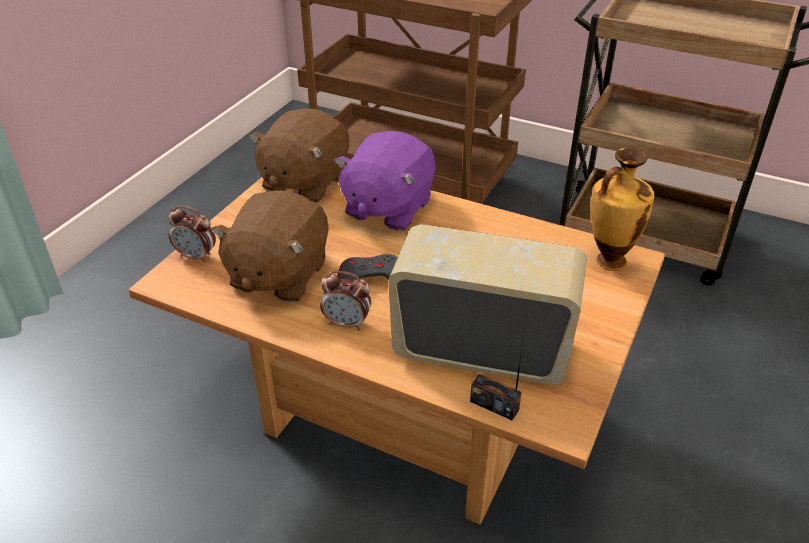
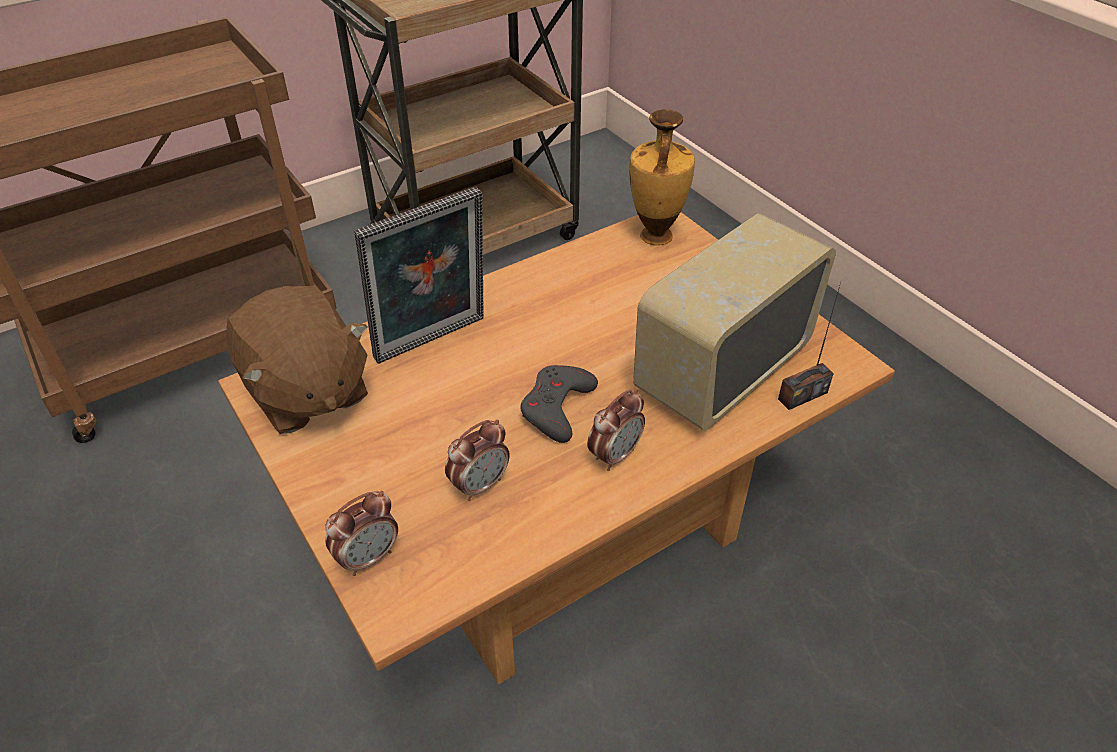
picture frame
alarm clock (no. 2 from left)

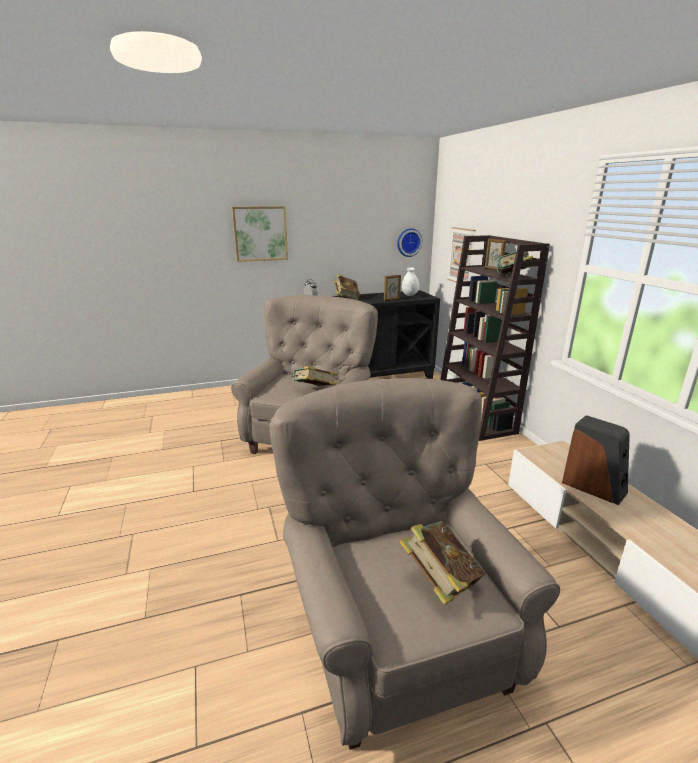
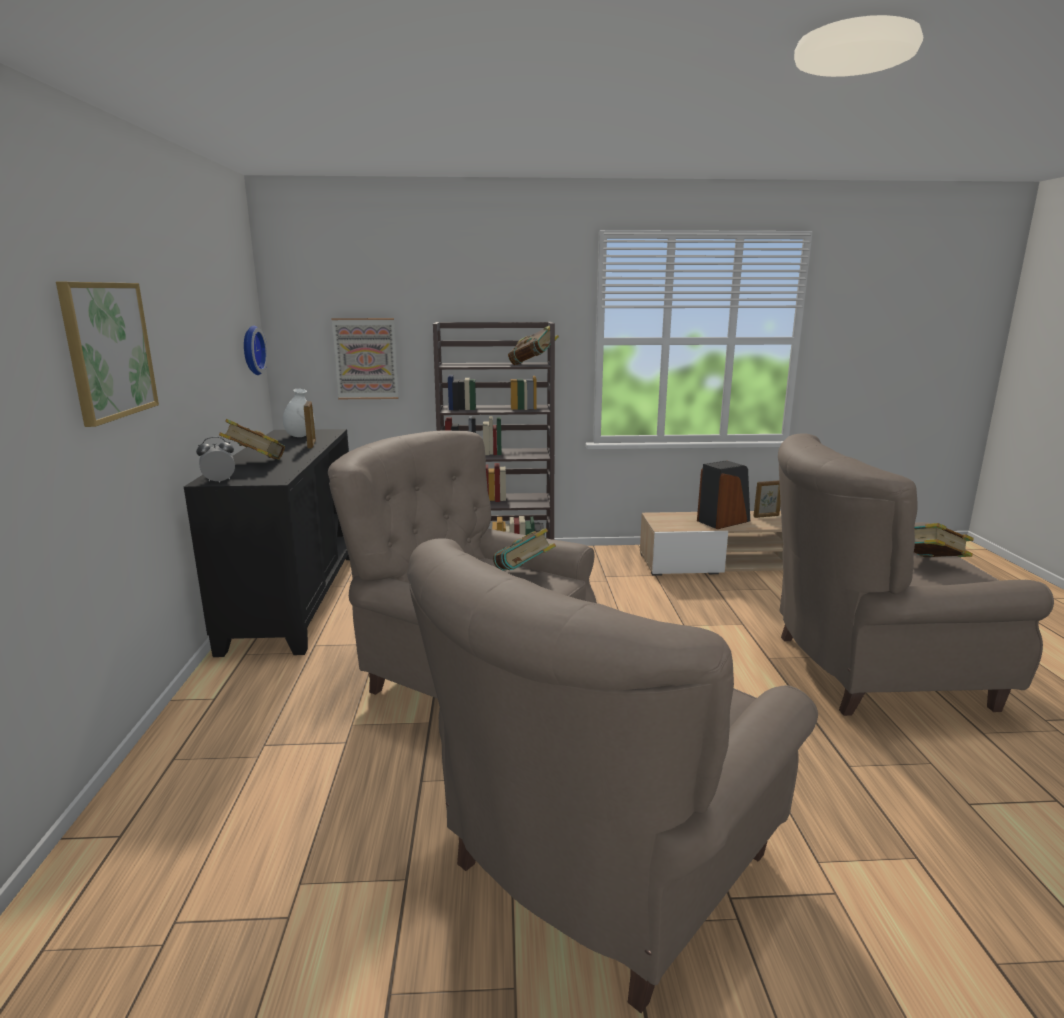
sand-coloured easy chair (no. 2 from left)
picture frame (no. 2 from left)

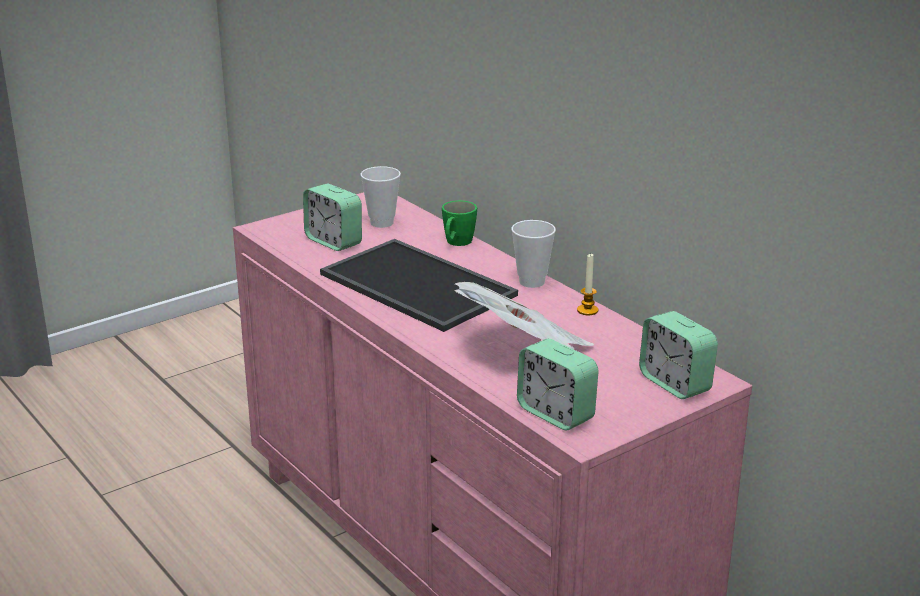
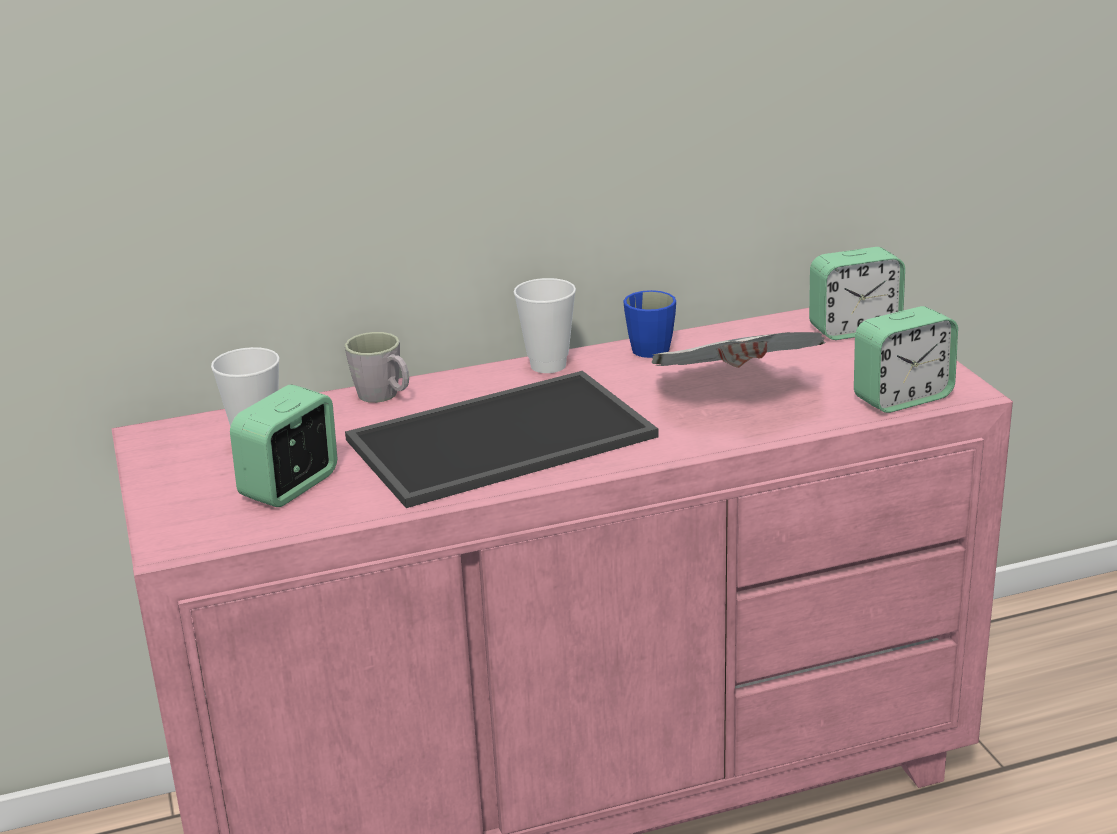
alarm clock (no. 1 from left)
gray coffee mug
blue-coloured coffee mug

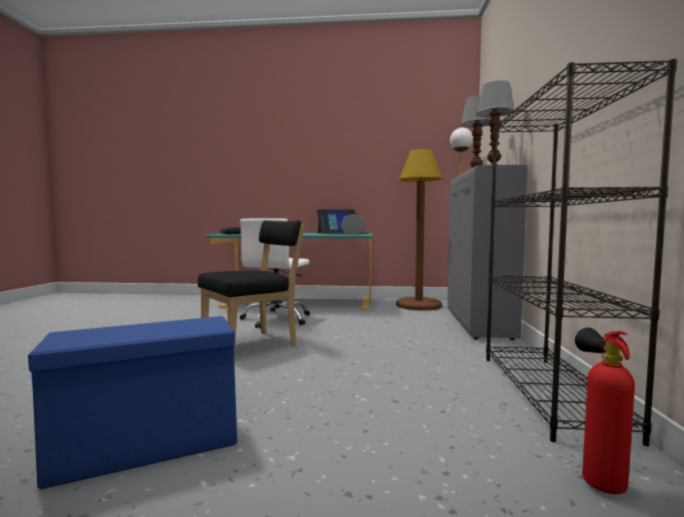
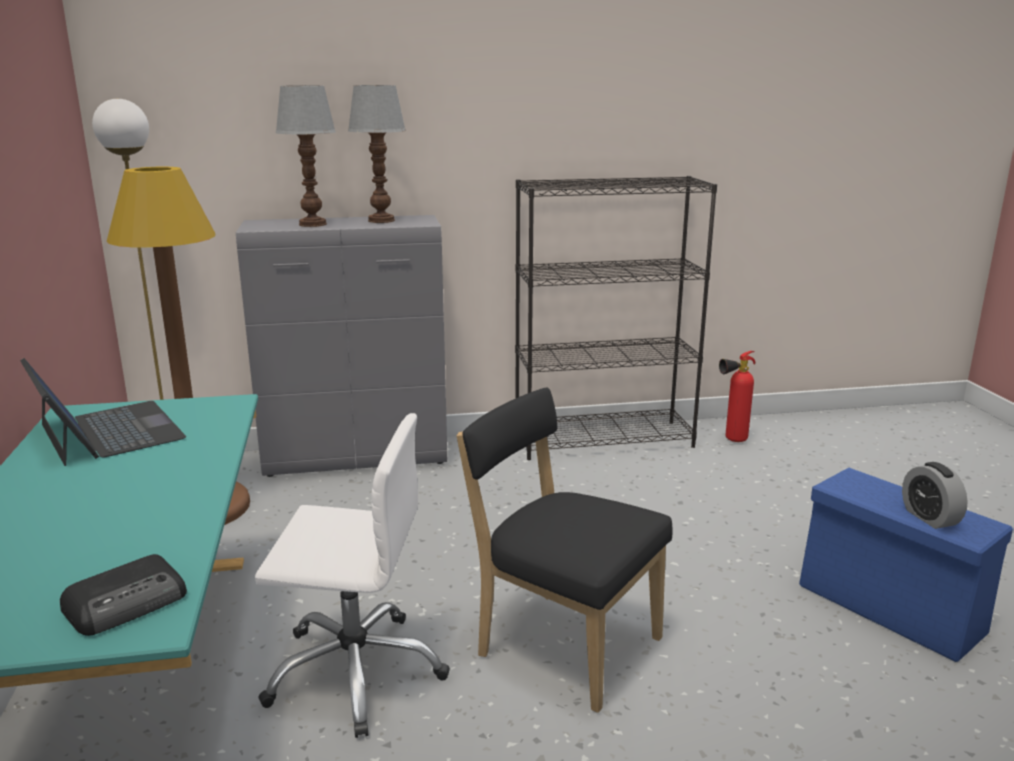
alarm clock

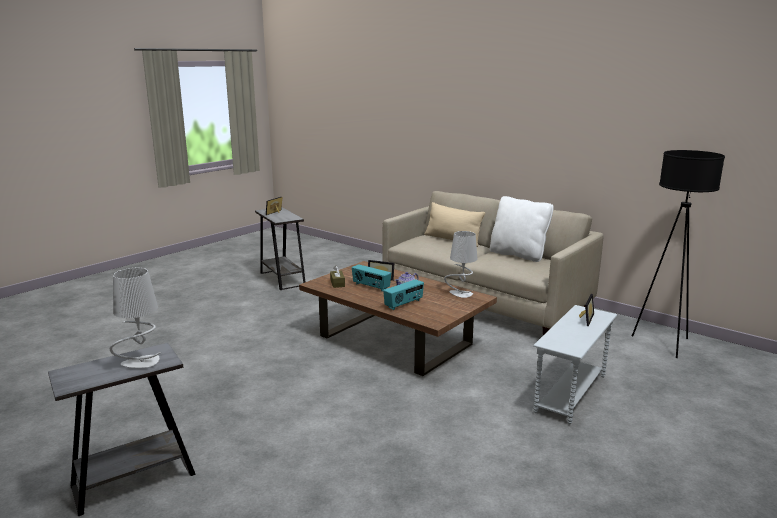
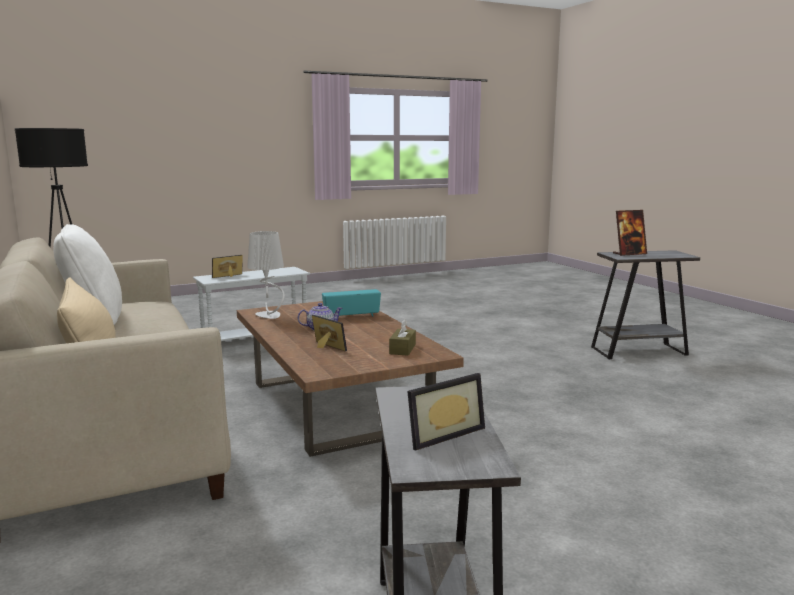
picture frame (no. 4 from left)
radio (no. 1 from left in the first image)

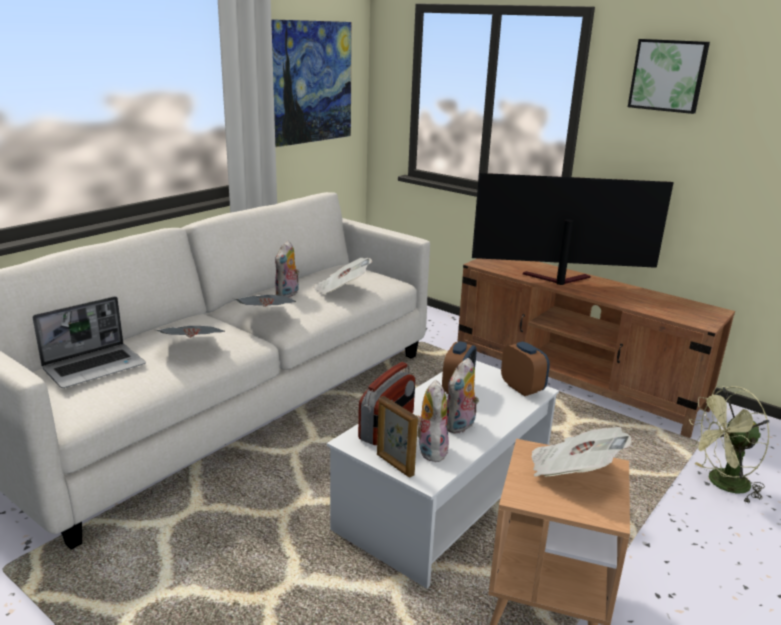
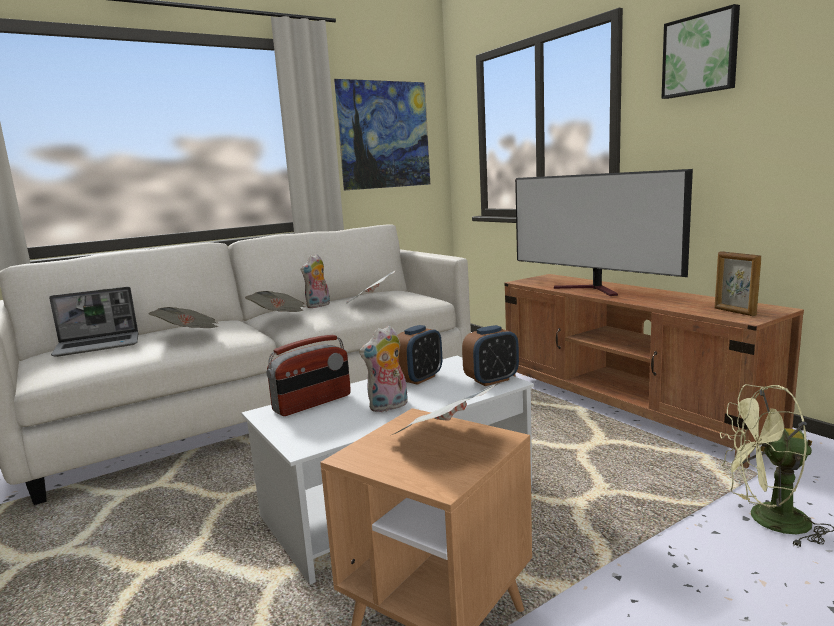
alarm clock (no. 2 from left)
television
picture frame
plush toy (no. 2 from left in the first image)

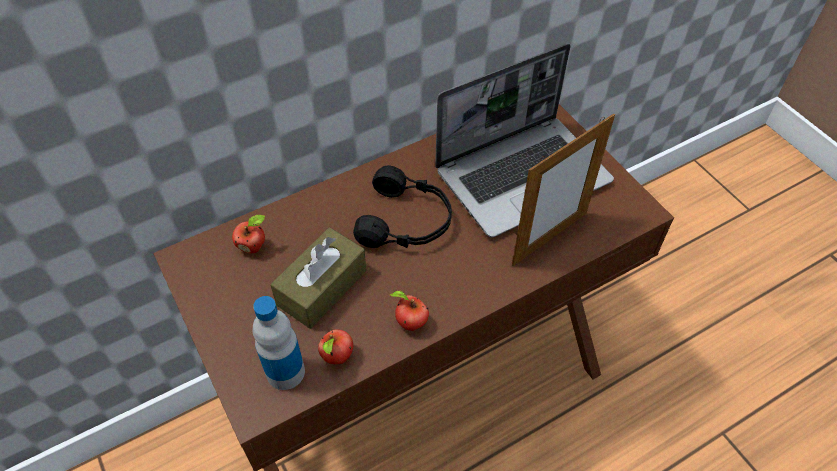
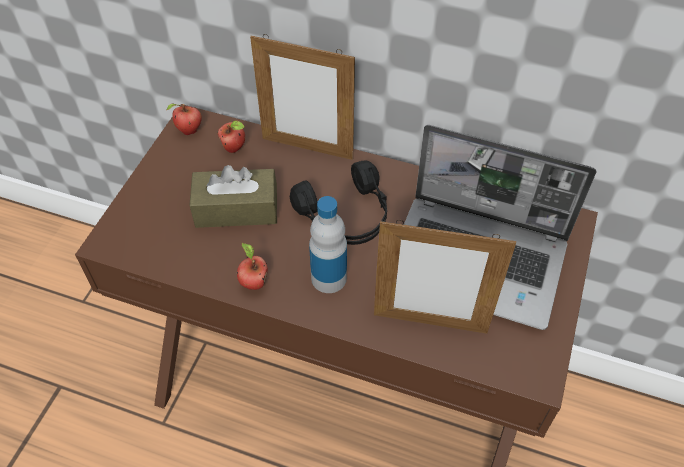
whole apple (no. 1 from left)
picture frame (no. 1 from left)
bottle

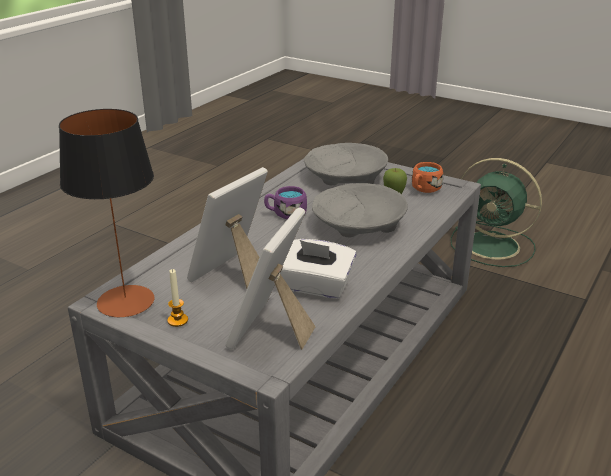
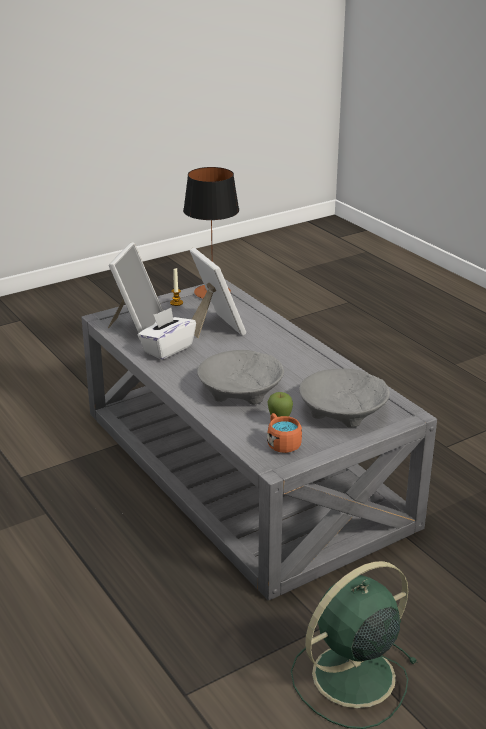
picture frame (no. 1 from left)
purple coffee mug

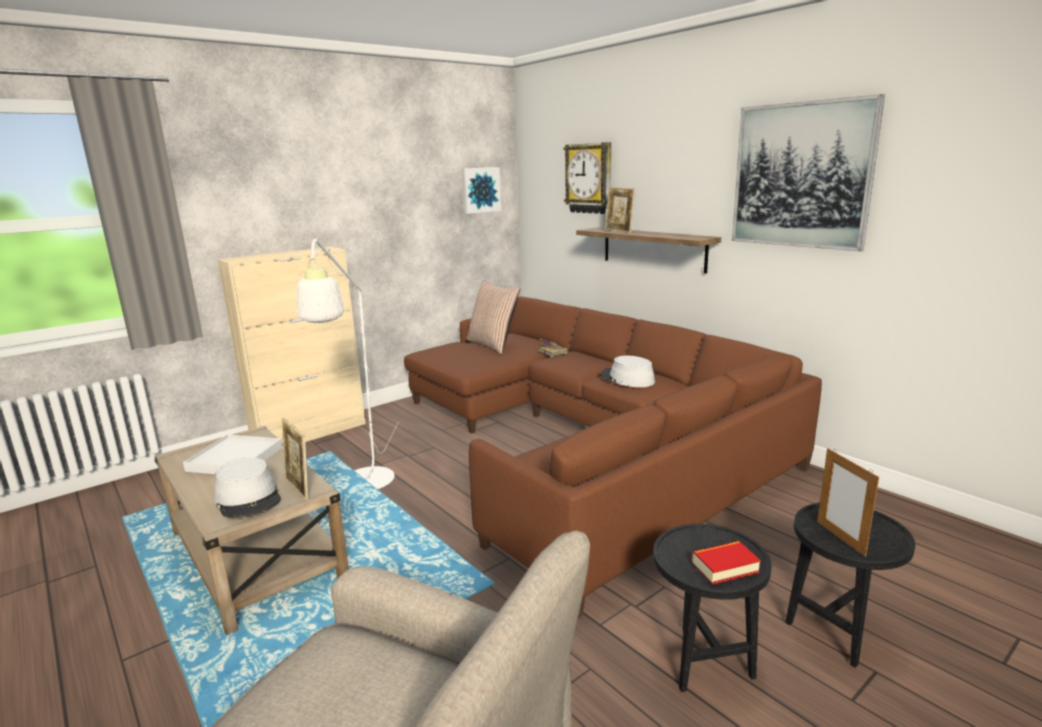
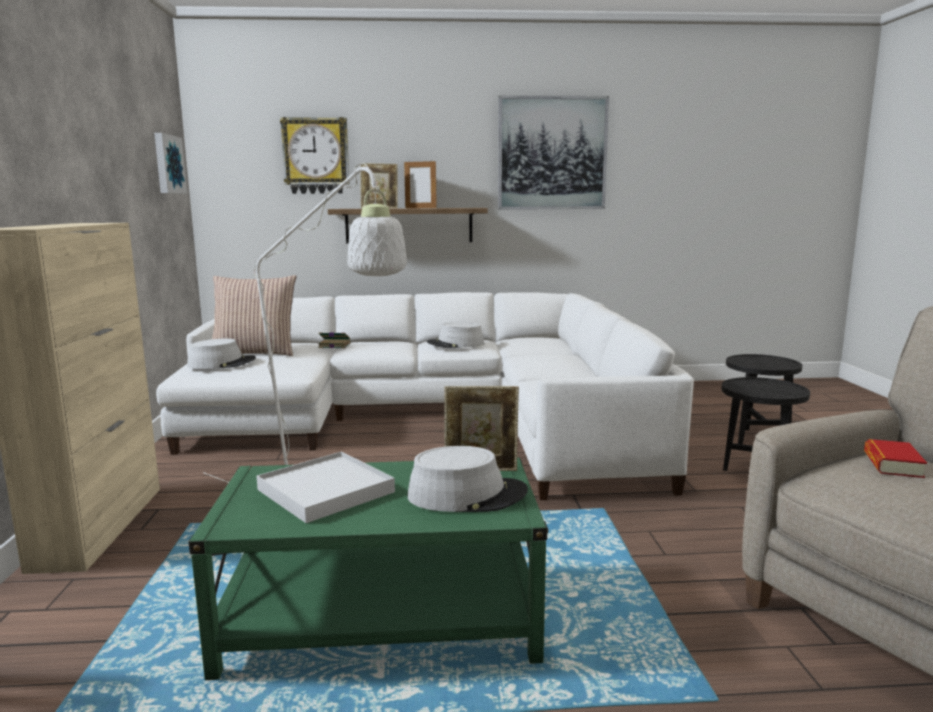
whitish settee
gray wearable hat (no. 1 from left)
greenish coffee table
picture frame (no. 2 from left)
volume (no. 2 from left)

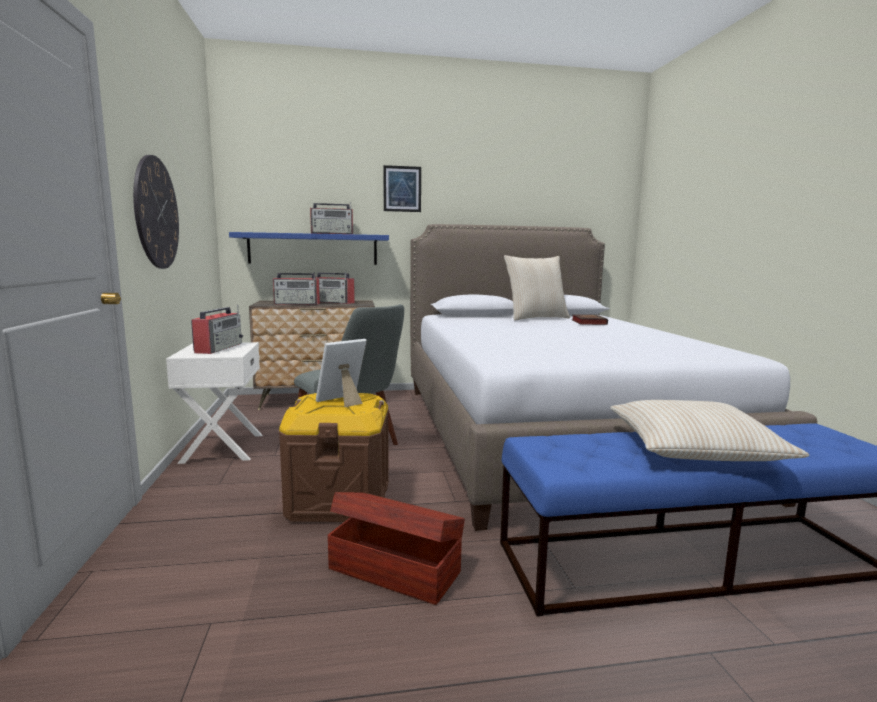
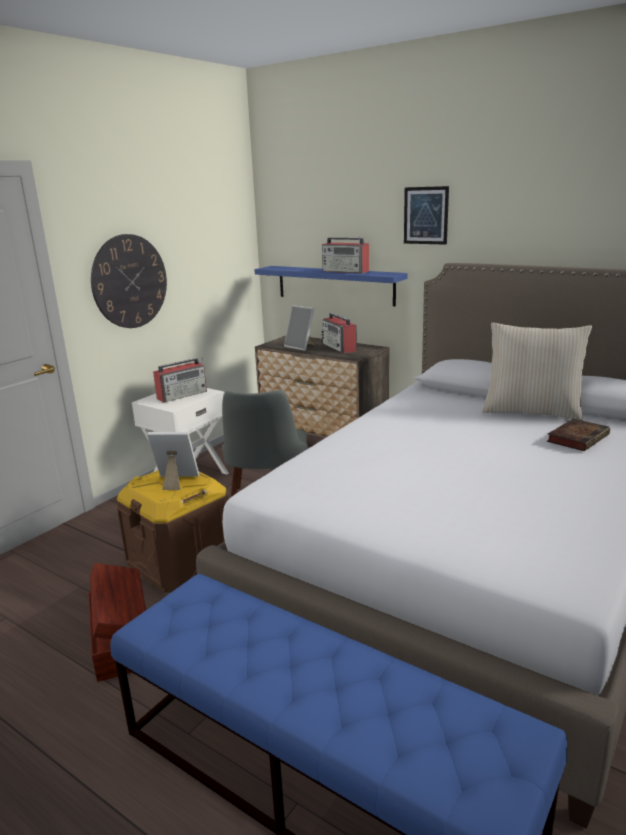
picture frame (no. 2 from left)
sand-coloured throw pillow (no. 2 from left in the first image)

